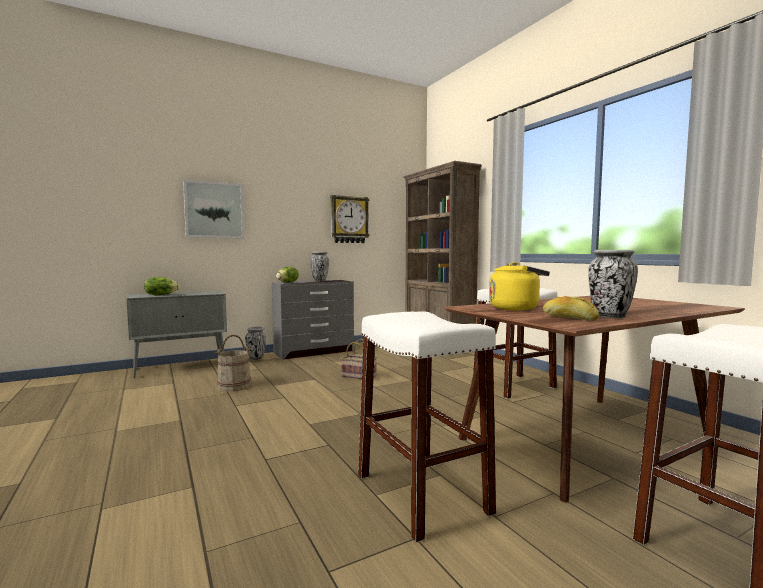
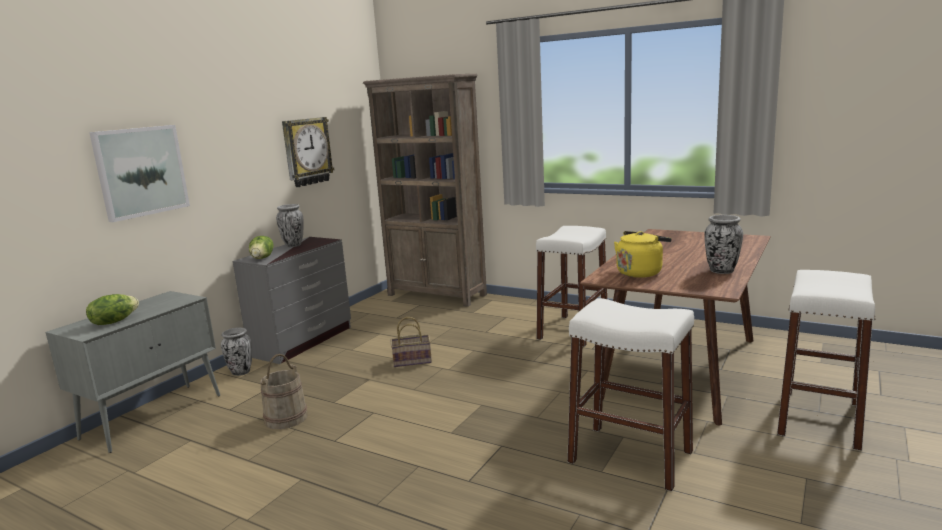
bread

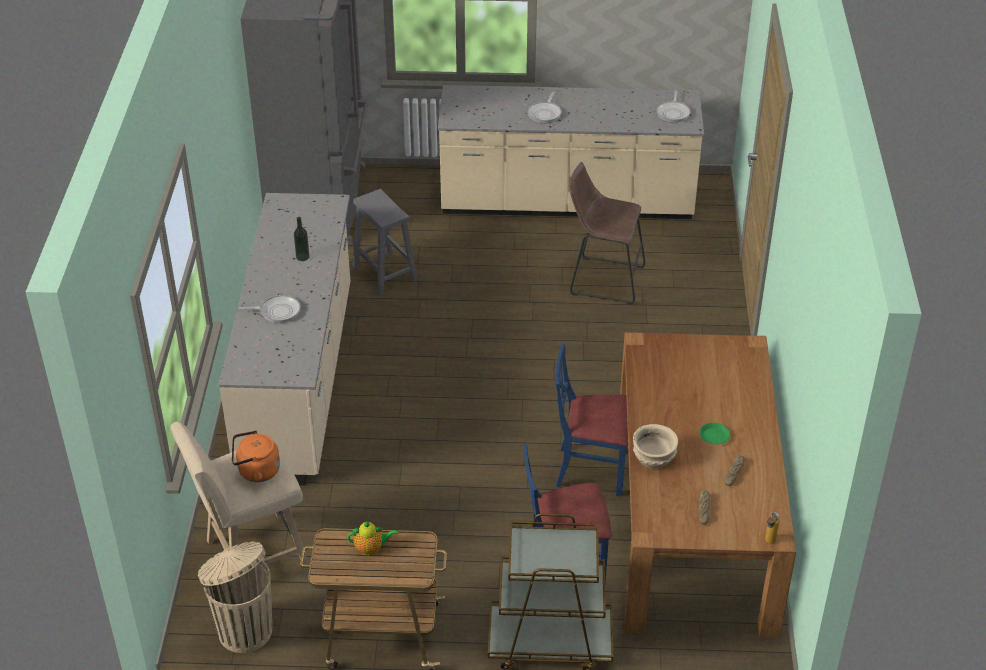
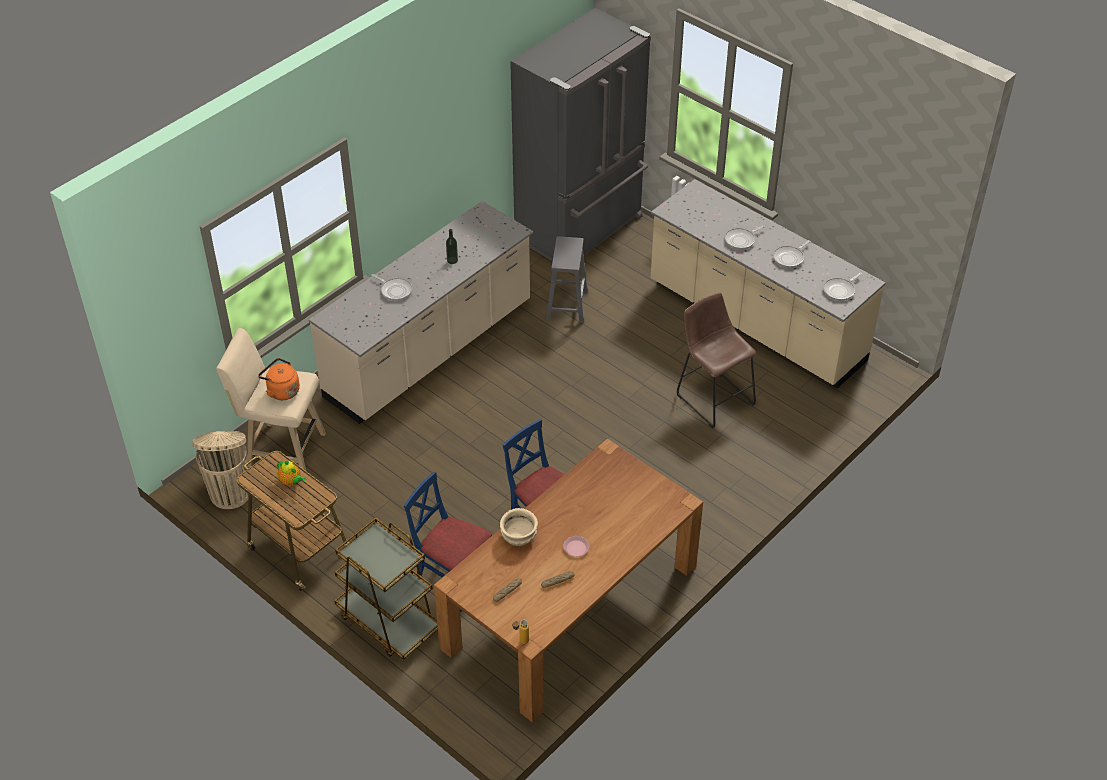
pinkish plate
skillet (no. 3 from left)

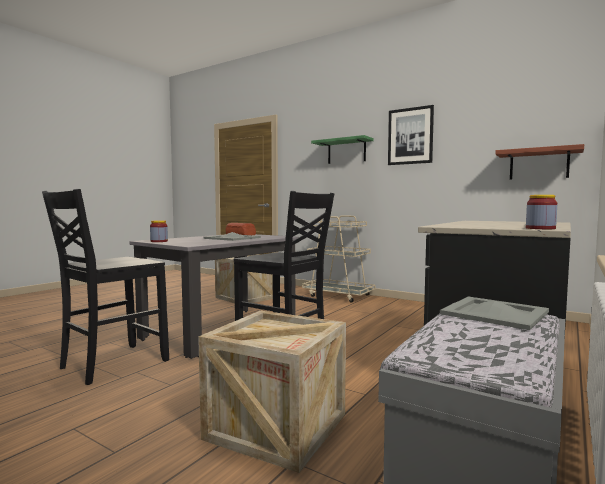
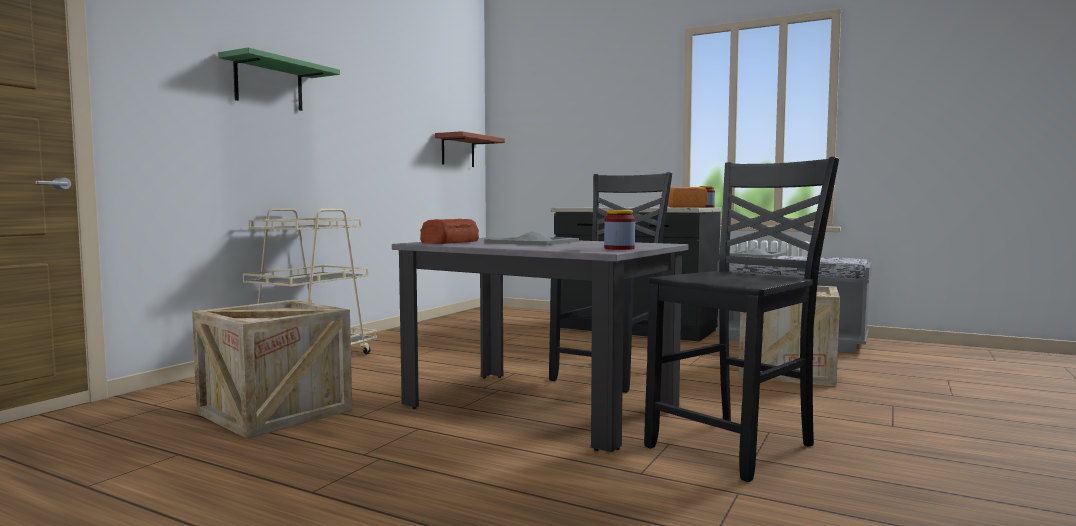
blackish upright chair (no. 2 from left)
bread (no. 2 from left)
picture

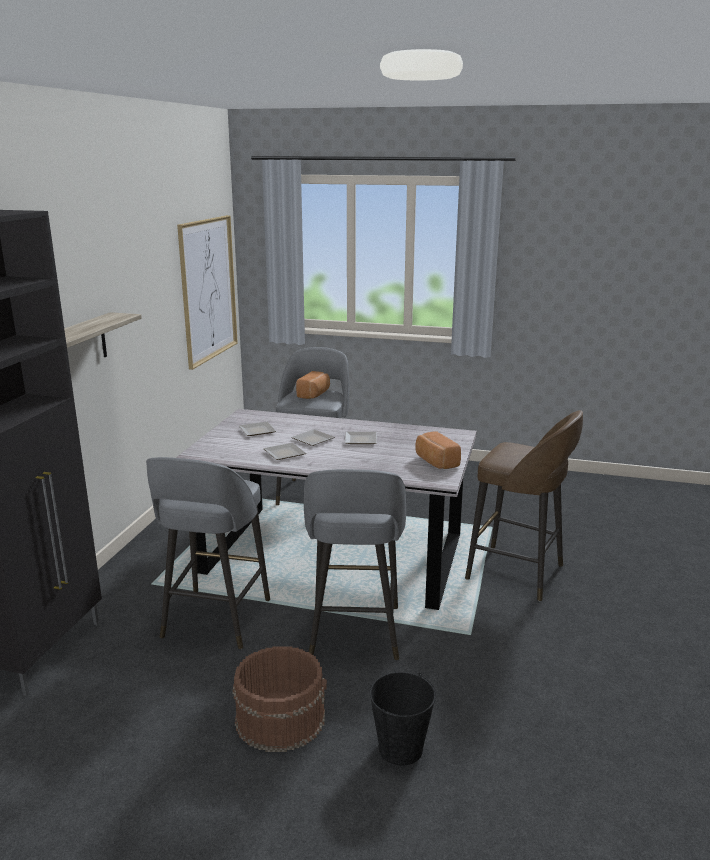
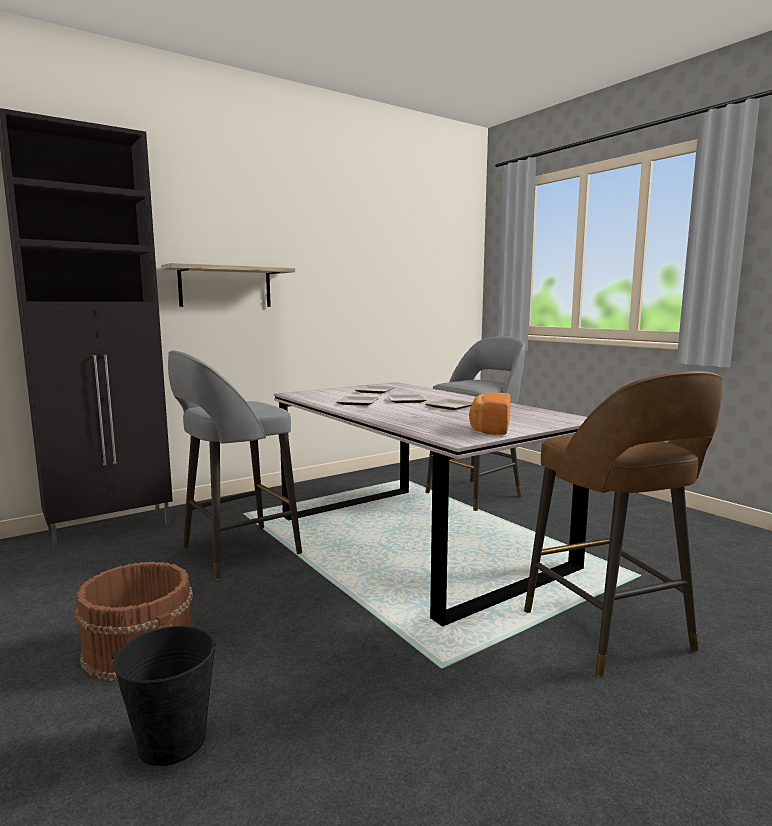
picture
bread (no. 1 from left in the first image)
gray stool (no. 3 from left in the first image)

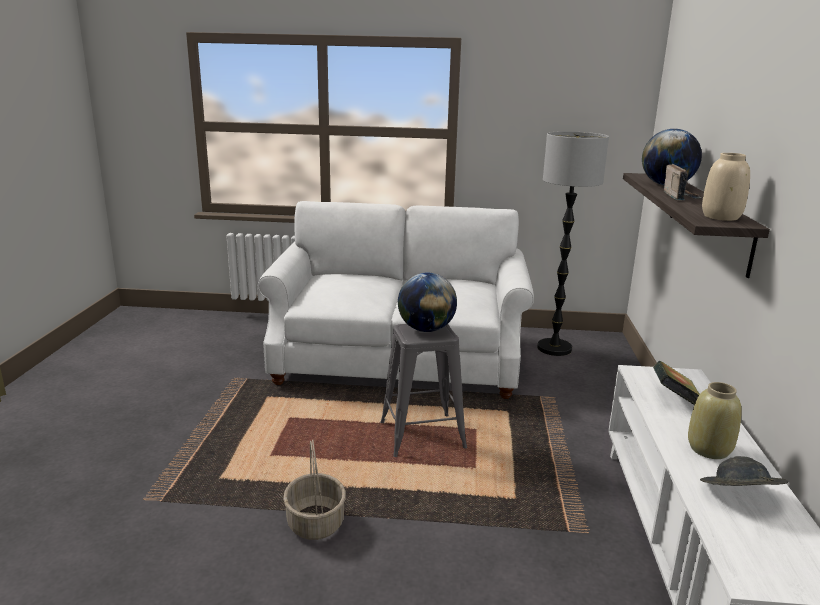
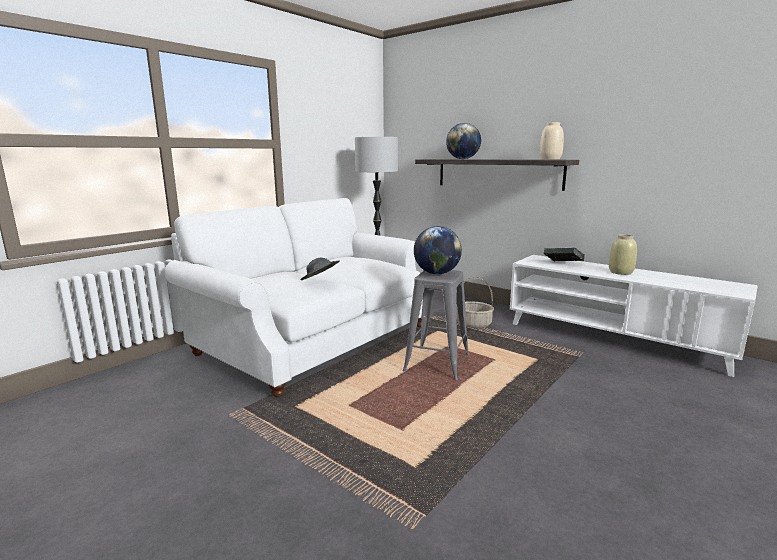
gray wearable hat
storage basket
radio

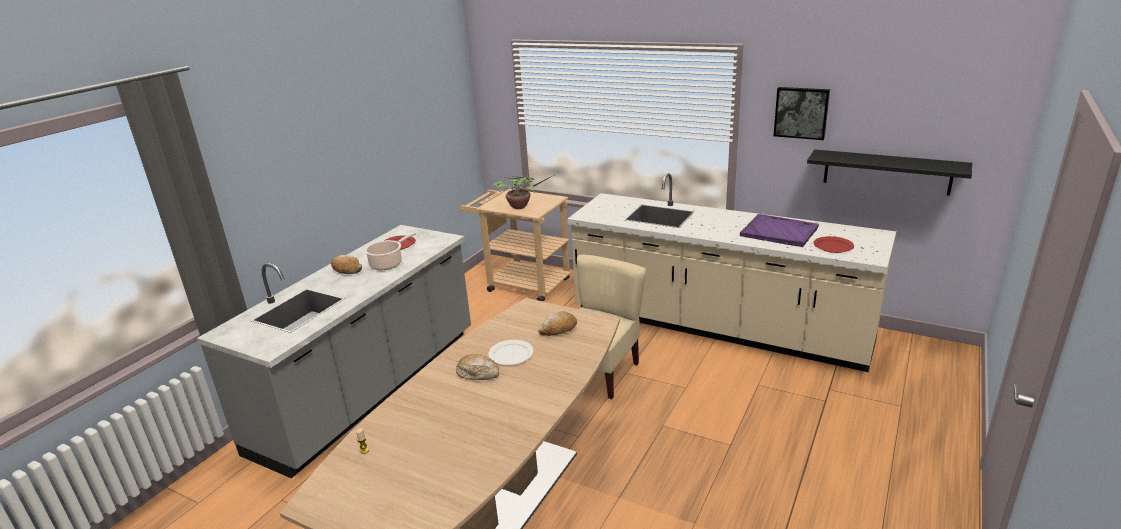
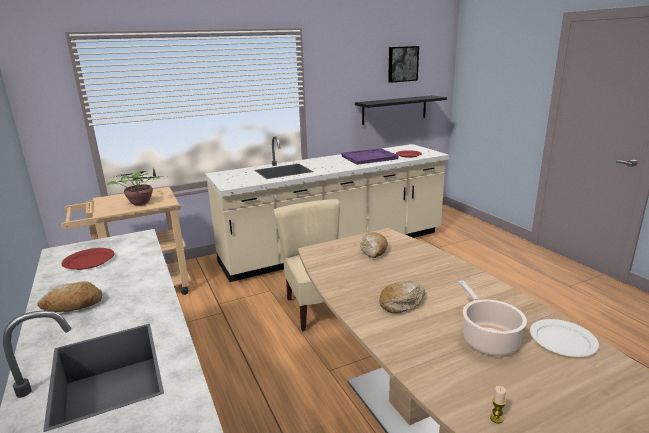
picture
stockpot
whitish plate

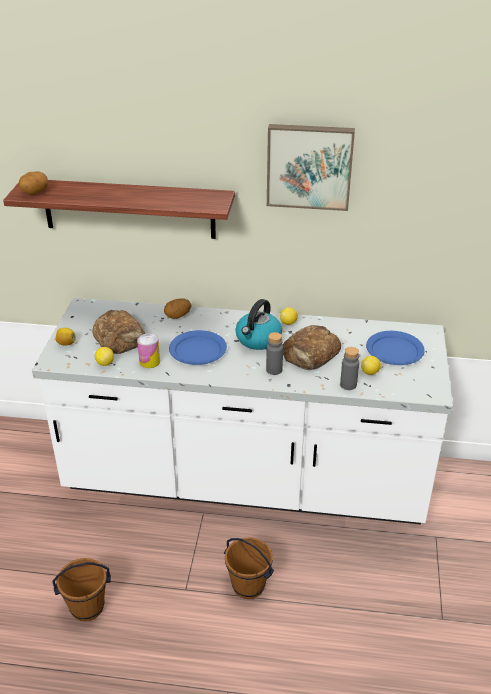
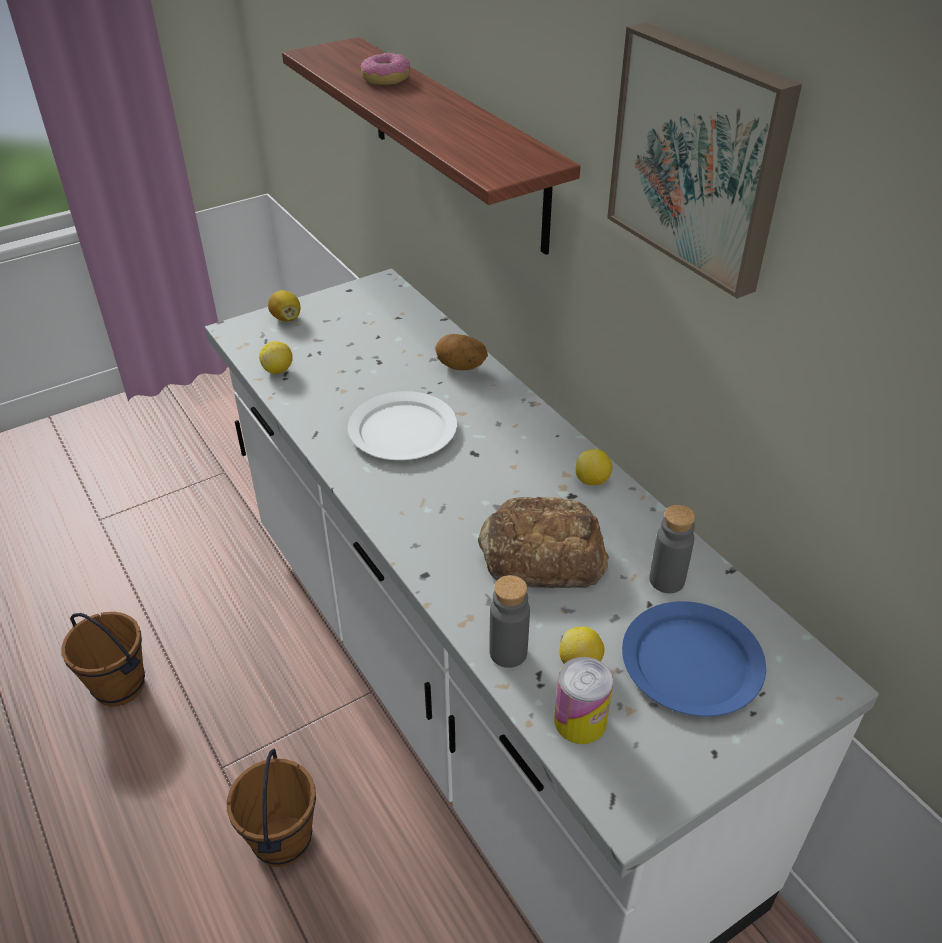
whitish plate
donut
can
gray bottle (no. 2 from left)
potato (no. 1 from left in the first image)
bread (no. 1 from left in the first image)
water kettle

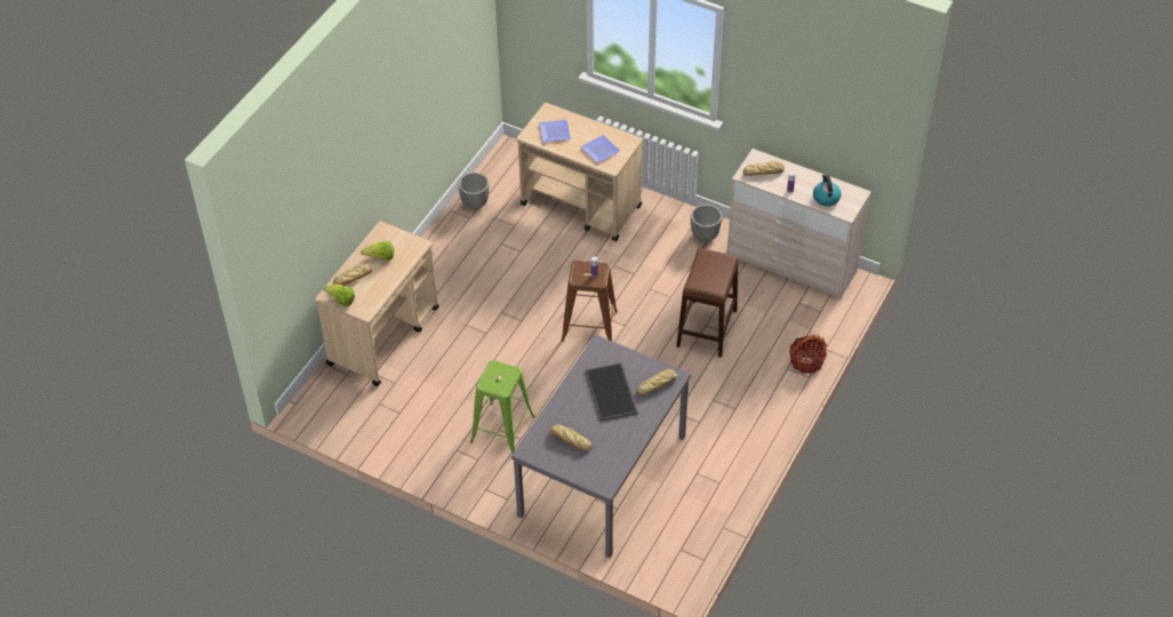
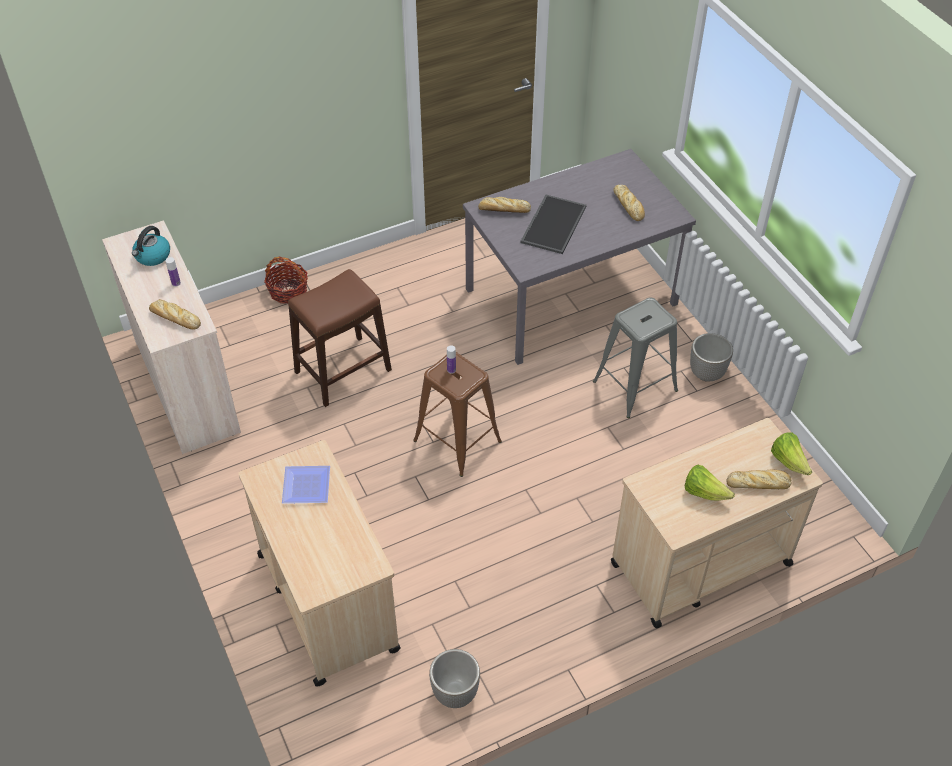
gray stool
flower pot (no. 2 from left)
plate (no. 1 from left in the first image)

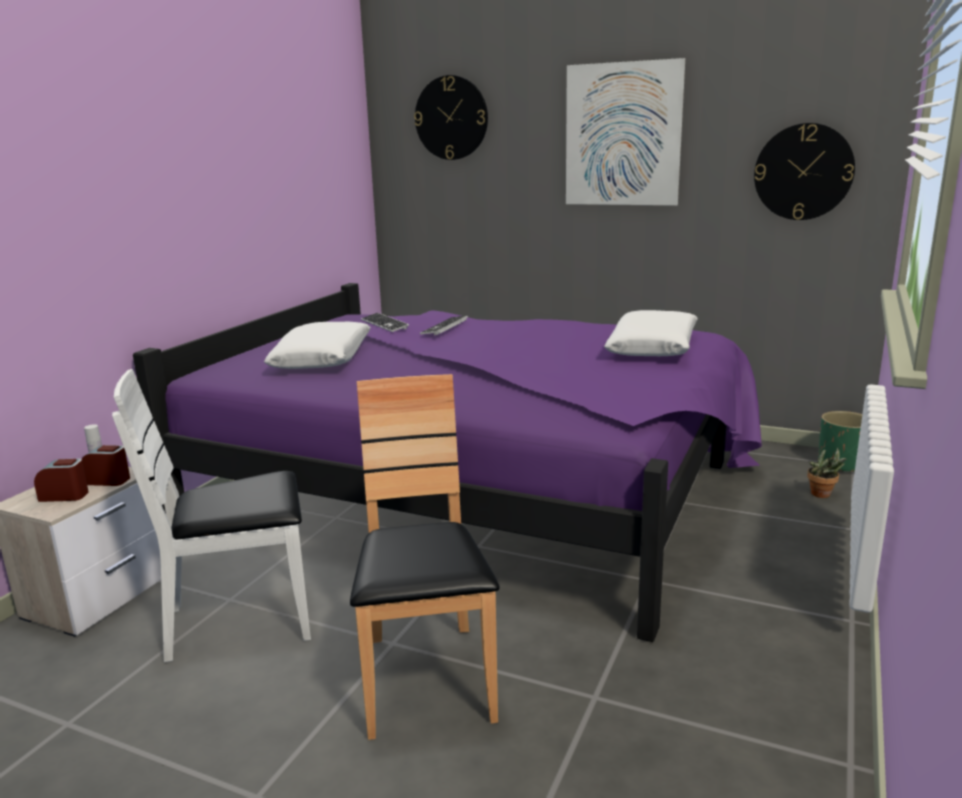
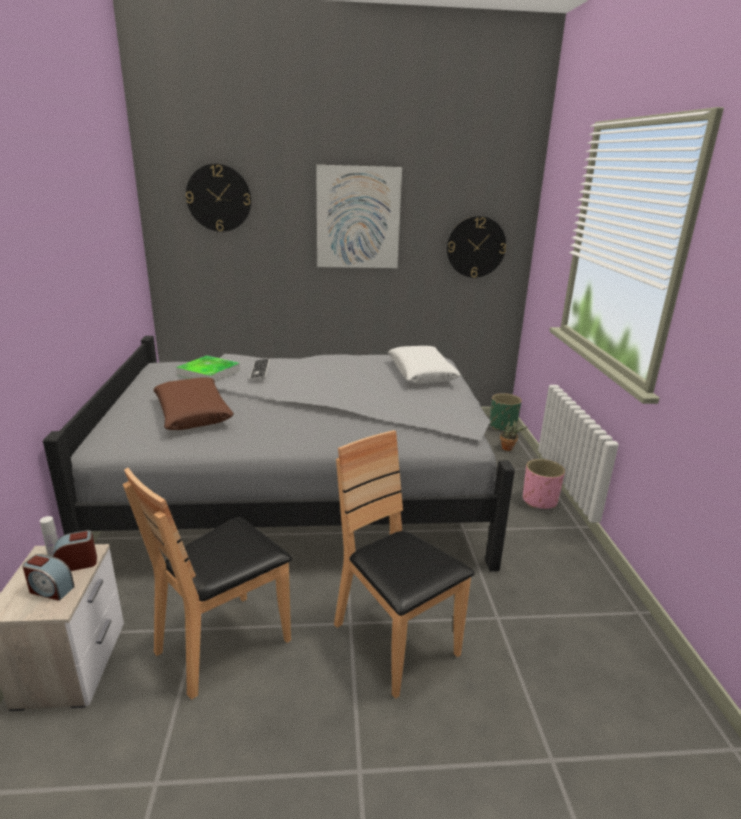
alarm clock (no. 1 from left)
gray bedroom bed
brown upright chair (no. 1 from left)
brown throw pillow
carrying tray
pinkish flower pot

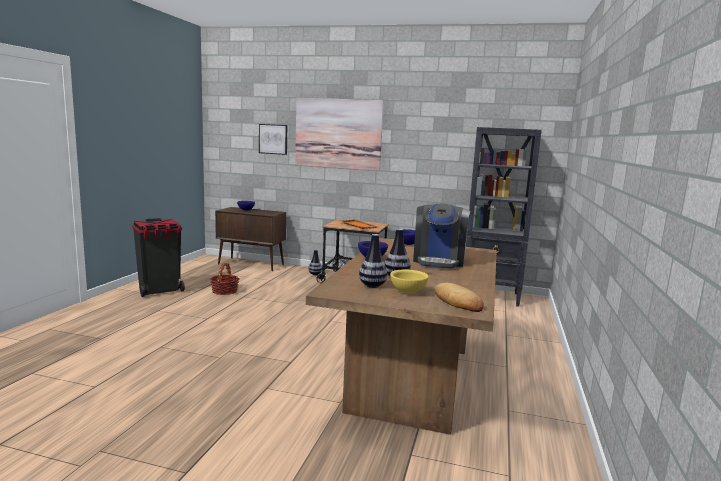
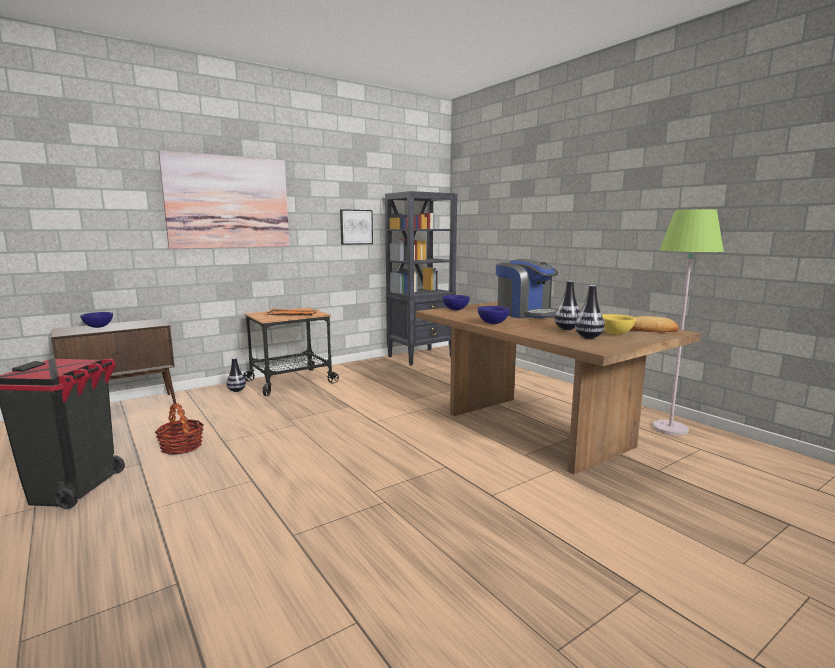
picture (no. 2 from left)
greenish floor lamp

